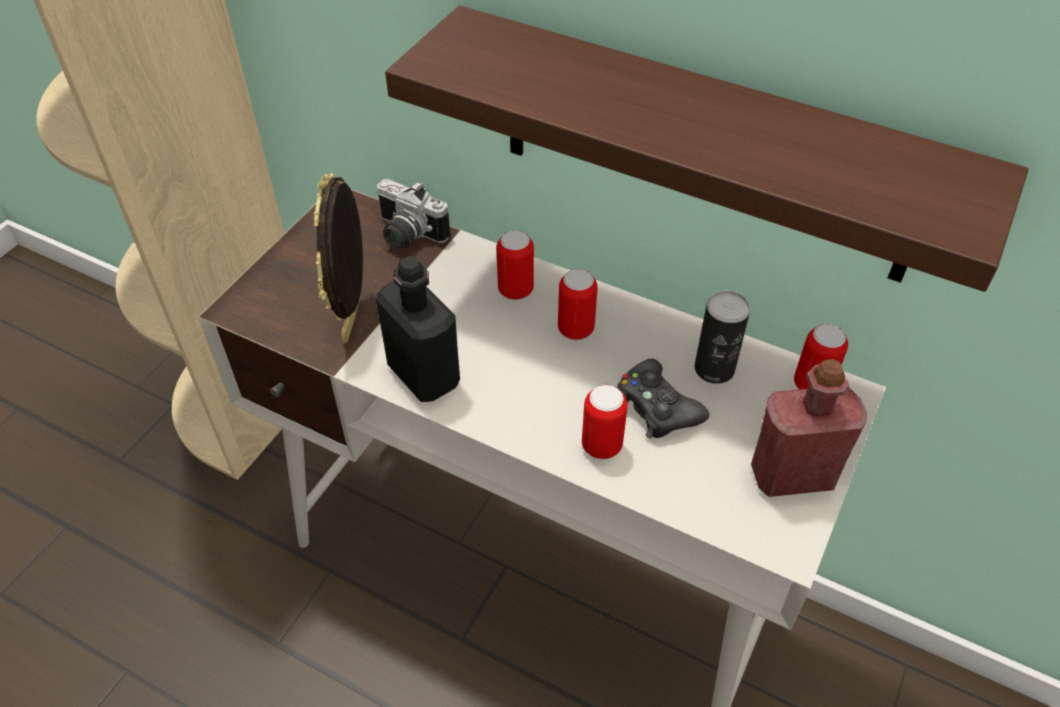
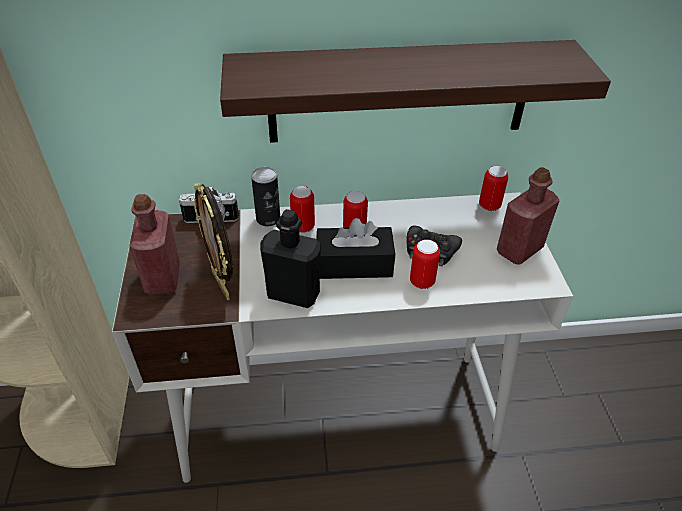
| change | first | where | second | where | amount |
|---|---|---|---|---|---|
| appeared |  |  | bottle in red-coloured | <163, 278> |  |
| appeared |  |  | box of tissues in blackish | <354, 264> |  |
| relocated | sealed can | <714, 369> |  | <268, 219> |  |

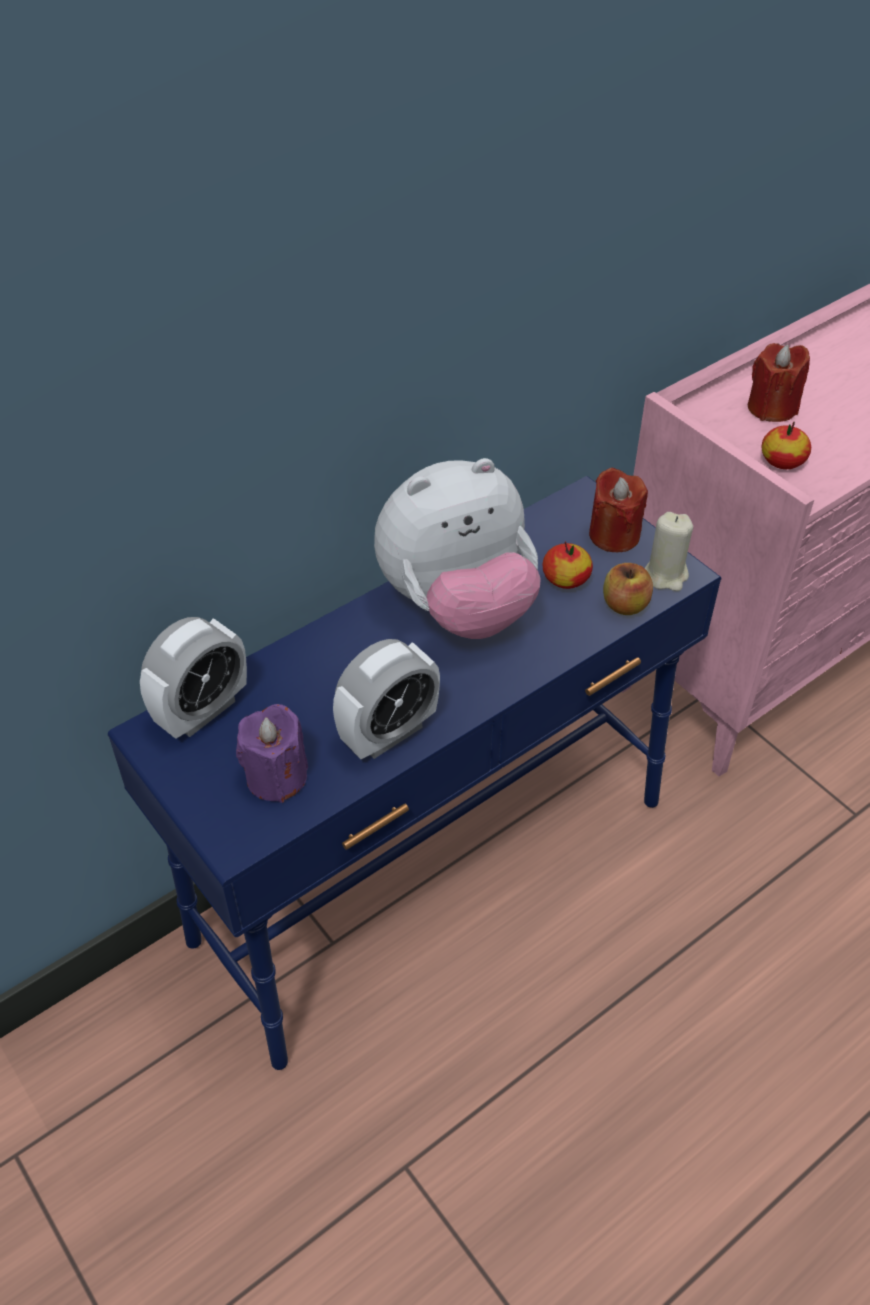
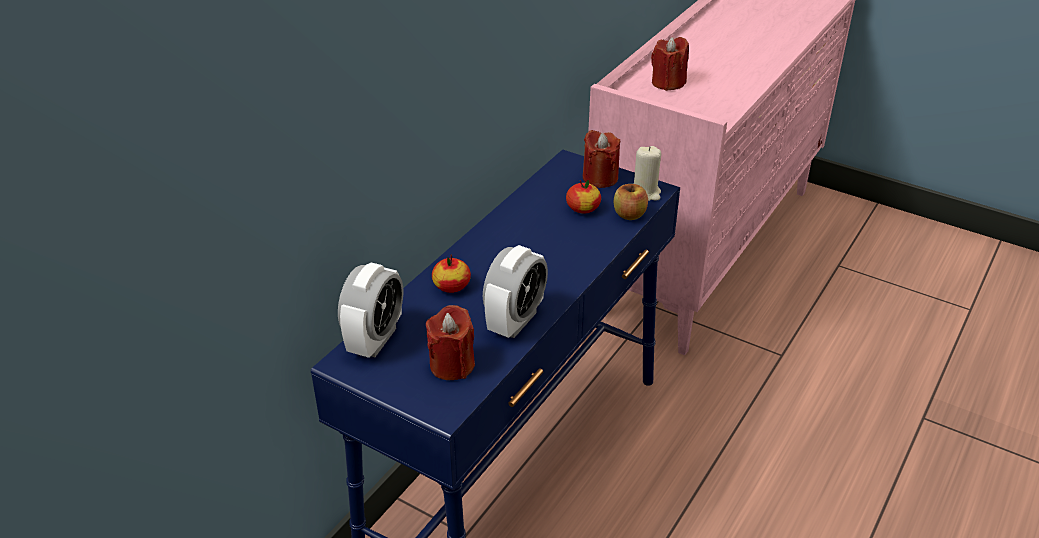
| change | first | where | second | where | amount |
|---|---|---|---|---|---|
| missing | soft toy | <458, 607> |  |  |  |
| relocated | apple | <782, 461> |  | <451, 286> |  |
| colour | wax light in purple-coloured | <276, 777> | wax light in red-coloured | <452, 365> |  |

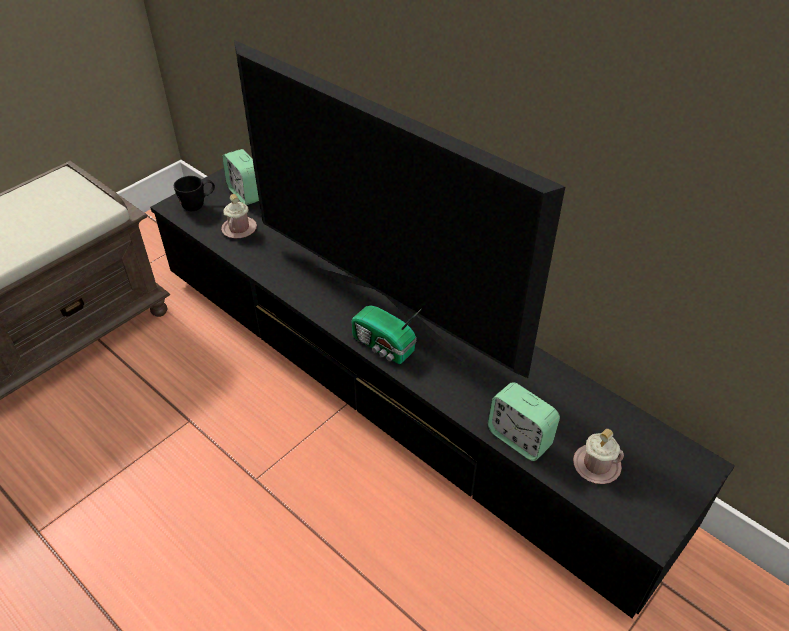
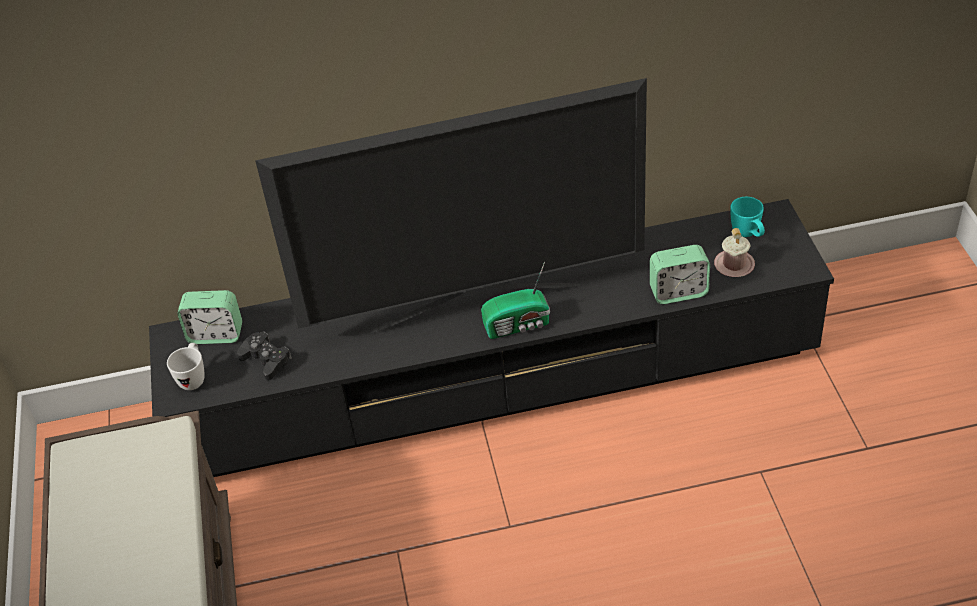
| change | first | where | second | where | amount |
|---|---|---|---|---|---|
| appeared |  |  | coffee mug in blue-green | <748, 235> |  |
| exchanged | coffee mug in pink-coloured | <239, 229> | game controller in blackish | <266, 360> |  |
| colour | coffee mug in blackish | <198, 205> | coffee mug in white | <194, 378> |  |

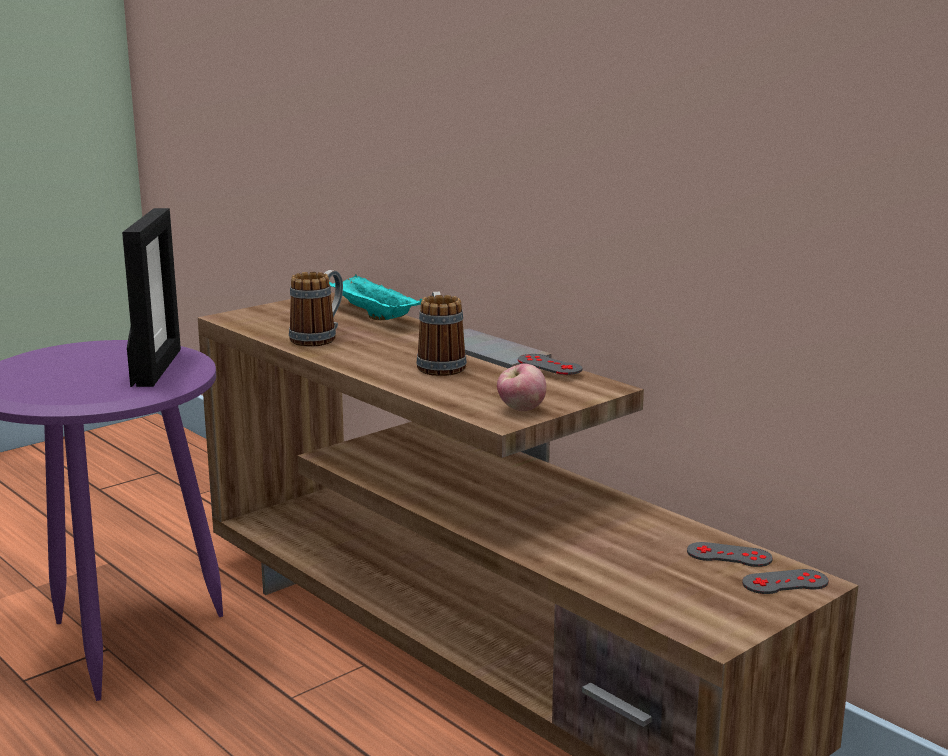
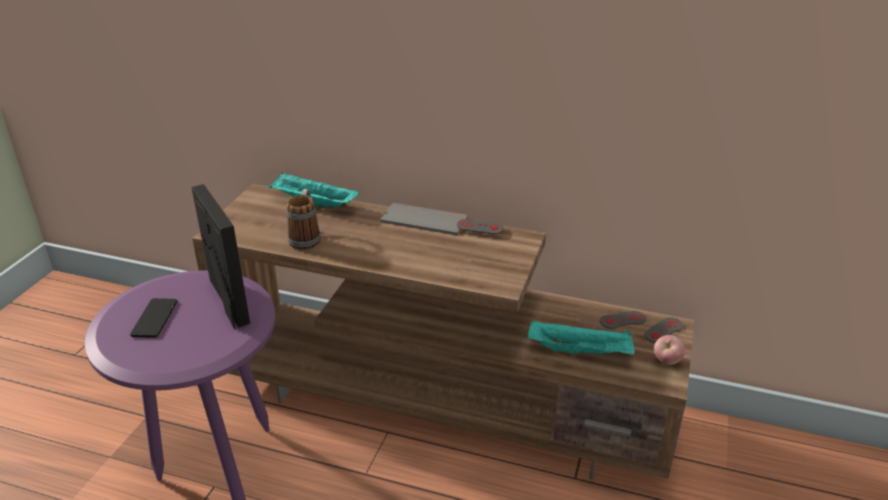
| change | first | where | second | where | amount |
|---|---|---|---|---|---|
| missing | coffee mug | <440, 365> |  |  |  |
| appeared |  |  | handset | <154, 318> |  |
| appeared |  |  | tray in blue-green | <581, 352> |  |
| relocated | apple | <521, 410> |  | <667, 361> |  |

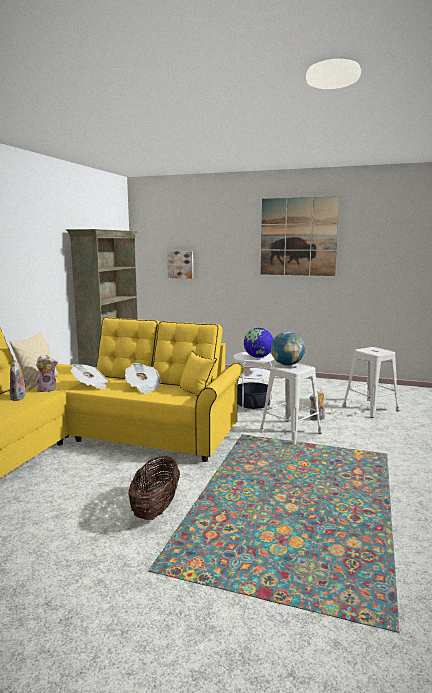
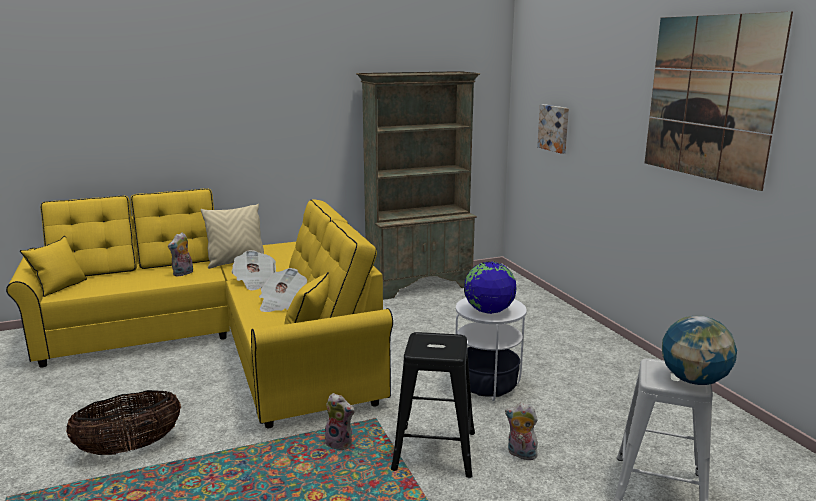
| change | first | where | second | where | amount |
|---|---|---|---|---|---|
| relocated | soft toy | <47, 389> |  | <340, 443> |  |
| relocated | globe | <287, 364> |  | <694, 380> |  |
| colour | stool in white | <290, 432> | stool in blackish | <434, 451> |  |

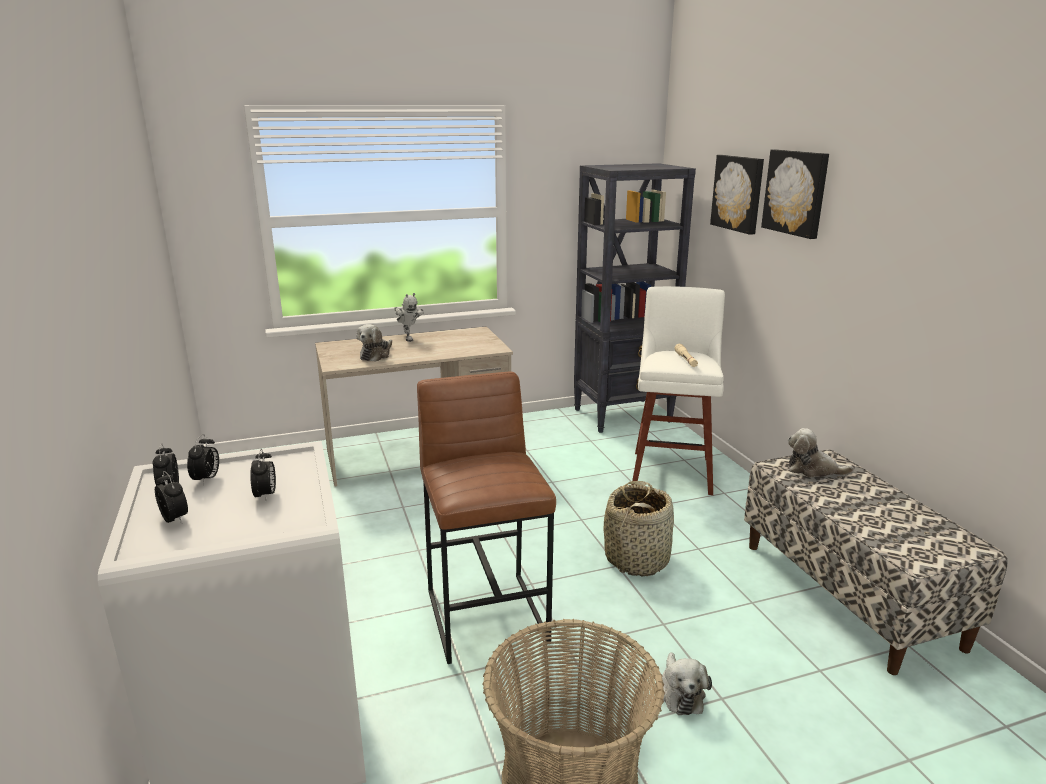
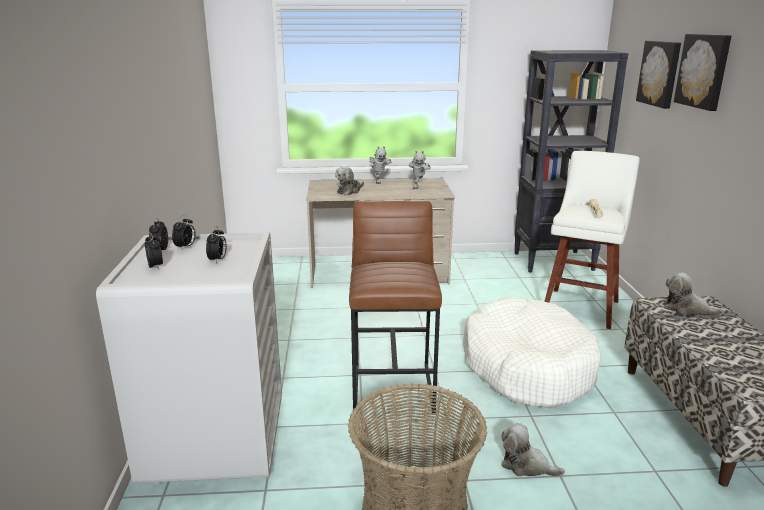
| change | first | where | second | where | amount |
|---|---|---|---|---|---|
| appeared |  |  | toy robot | <418, 187> |  |
| exchanged | storage basket | <637, 558> | dog cushion in white | <526, 366> |  |
| spun | soft toy | <680, 693> |  | <526, 465> | 105 degrees clockwise |

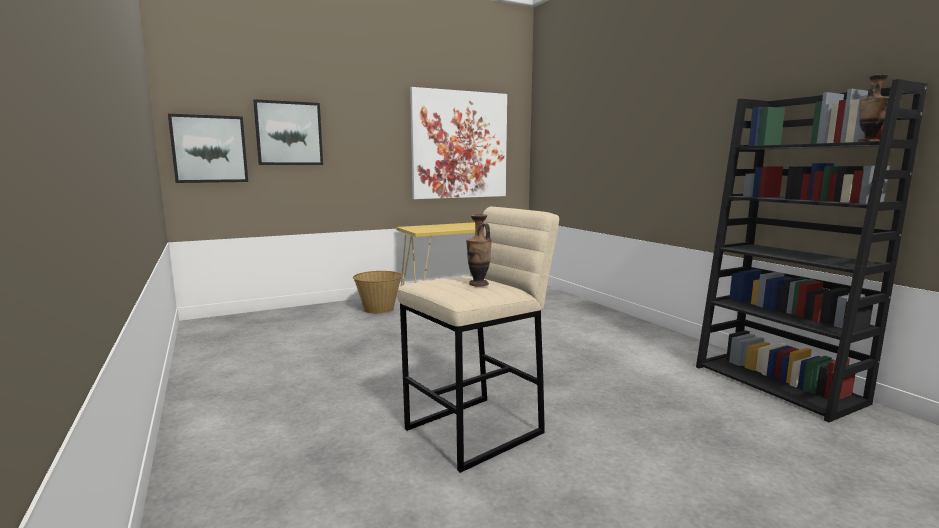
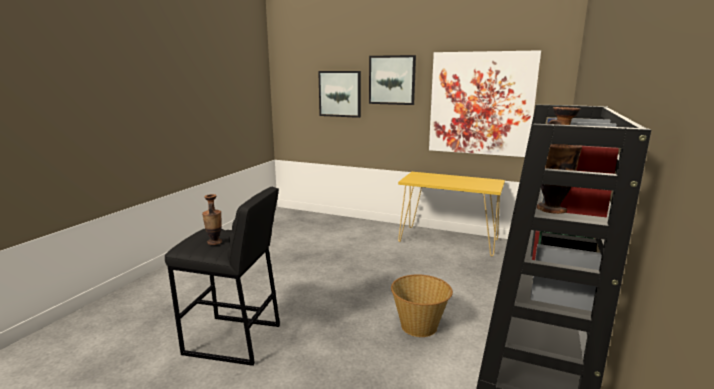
| change | first | where | second | where | amount |
|---|---|---|---|---|---|
| relocated | wall art | <209, 149> |  | <392, 80> |  |
| relocated | storage basket | <379, 309> |  | <419, 326> |  |
| colour | stool in beige-coloured | <476, 430> | stool in blackish | <235, 339> |  |

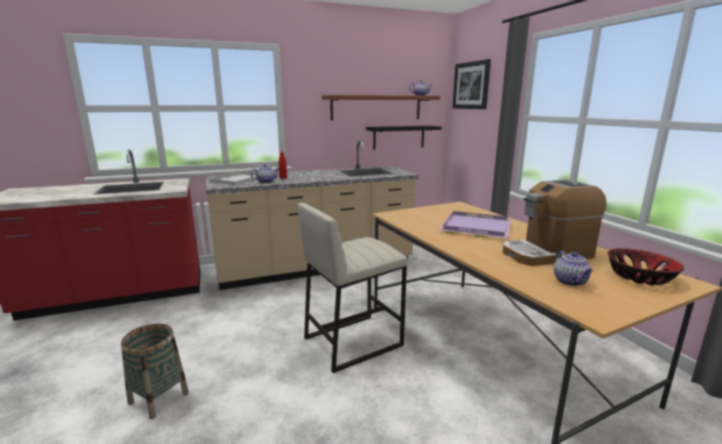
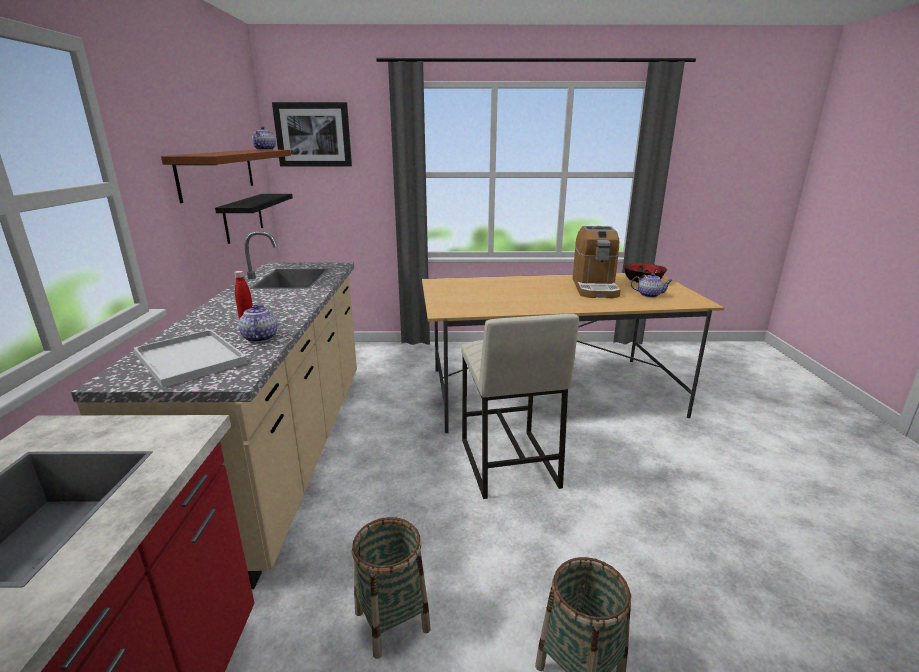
| change | first | where | second | where | amount |
|---|---|---|---|---|---|
| missing | tray in purple-coloured | <474, 228> |  |  |  |
| appeared |  |  | storage basket | <392, 621> |  |

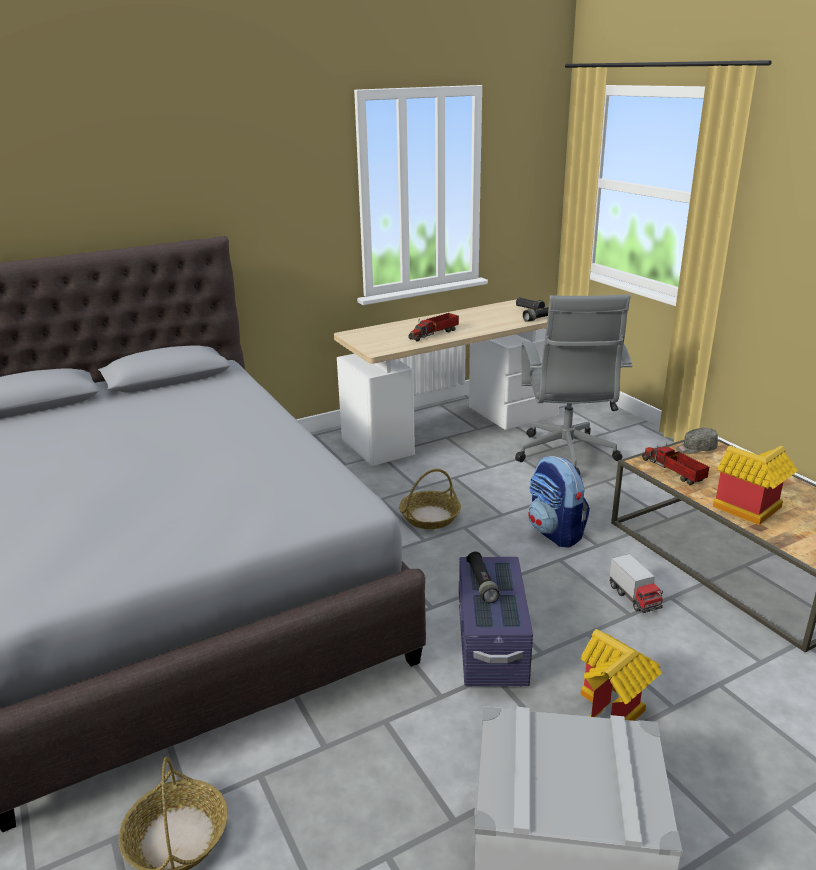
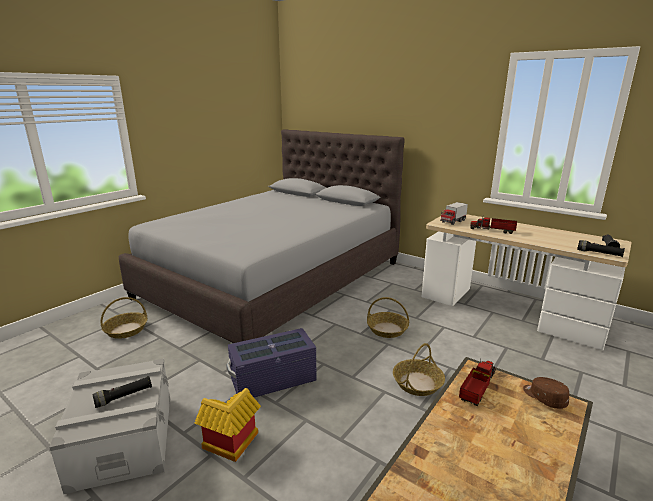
| change | first | where | second | where | amount |
|---|---|---|---|---|---|
| missing | office chair in gray | <566, 456> |  |  |  |
| missing | toy house | <747, 511> |  |  |  |
| relocated | hand torch in blackish | <482, 583> |  | <124, 397> |  |
| relocated | toy lorry | <634, 597> |  | <453, 221> |  |
| exchanged | knapsack | <555, 532> | storage basket | <417, 383> |  |
| colour | cap in gray | <696, 449> | cap in brownish | <544, 398> |  |

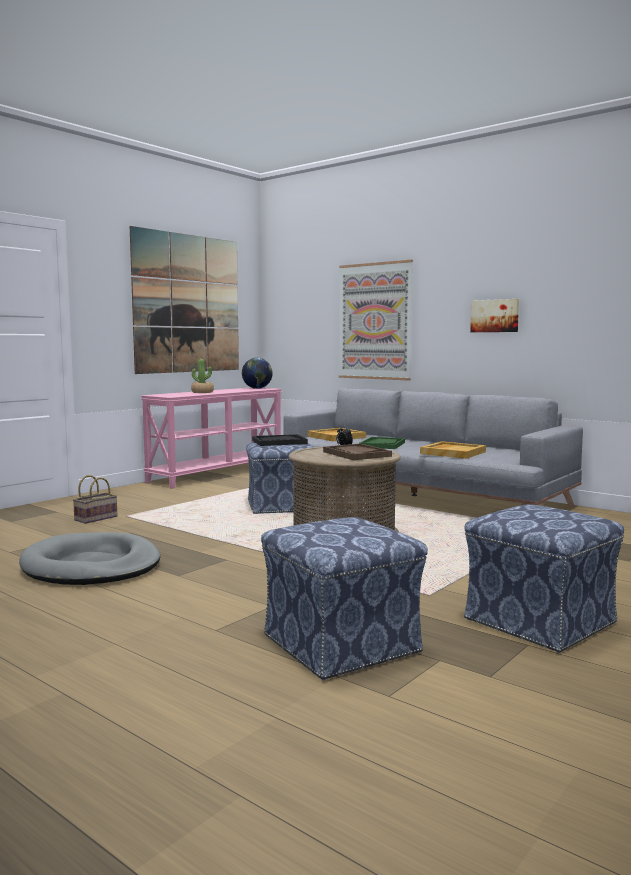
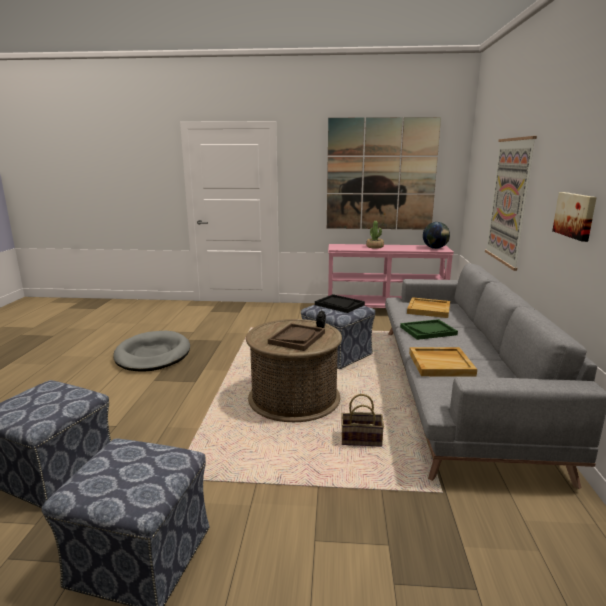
| change | first | where | second | where | amount |
|---|---|---|---|---|---|
| relocated | storage basket | <96, 518> |  | <362, 439> |  |

